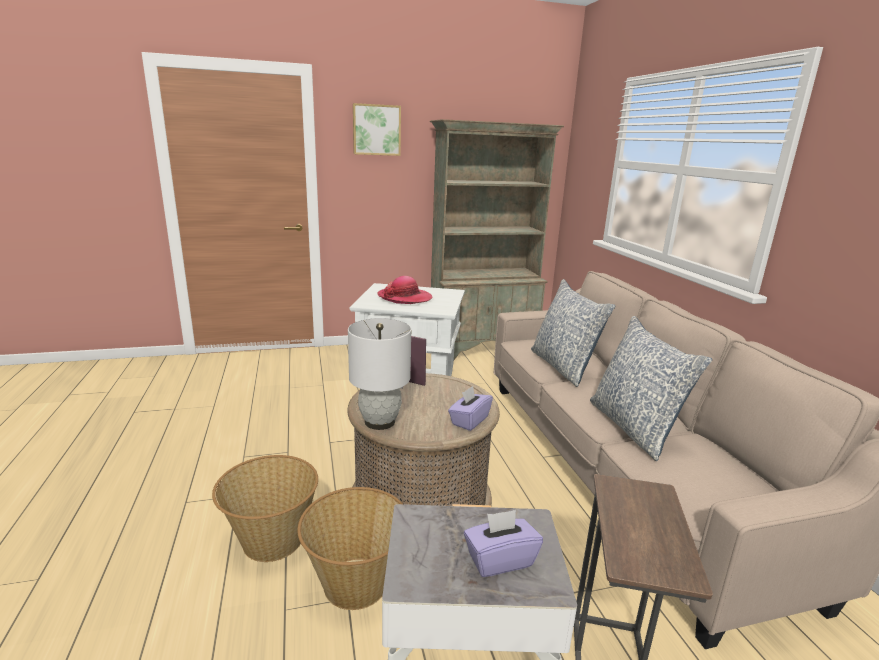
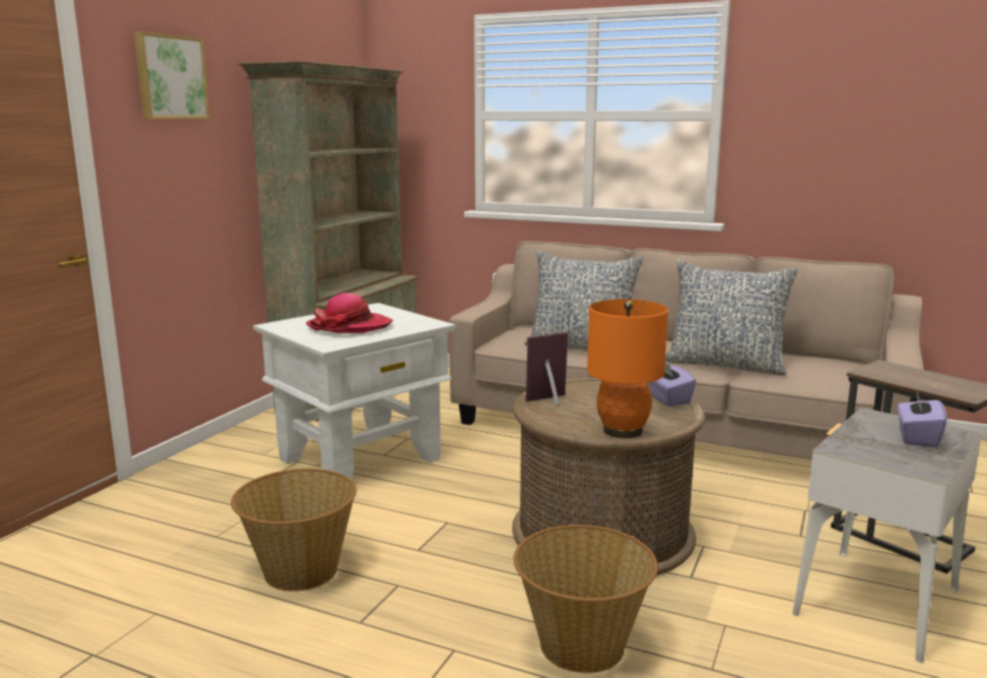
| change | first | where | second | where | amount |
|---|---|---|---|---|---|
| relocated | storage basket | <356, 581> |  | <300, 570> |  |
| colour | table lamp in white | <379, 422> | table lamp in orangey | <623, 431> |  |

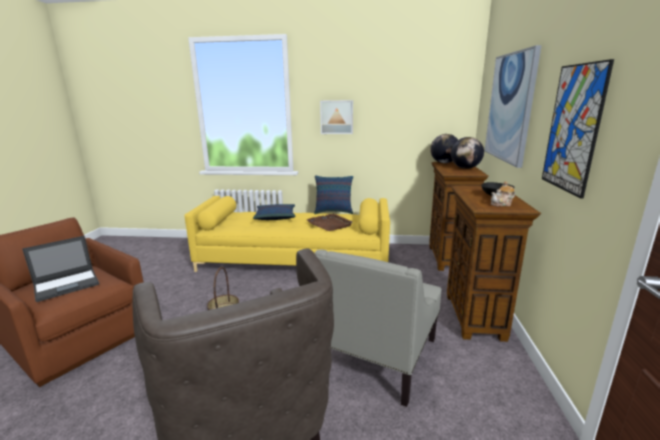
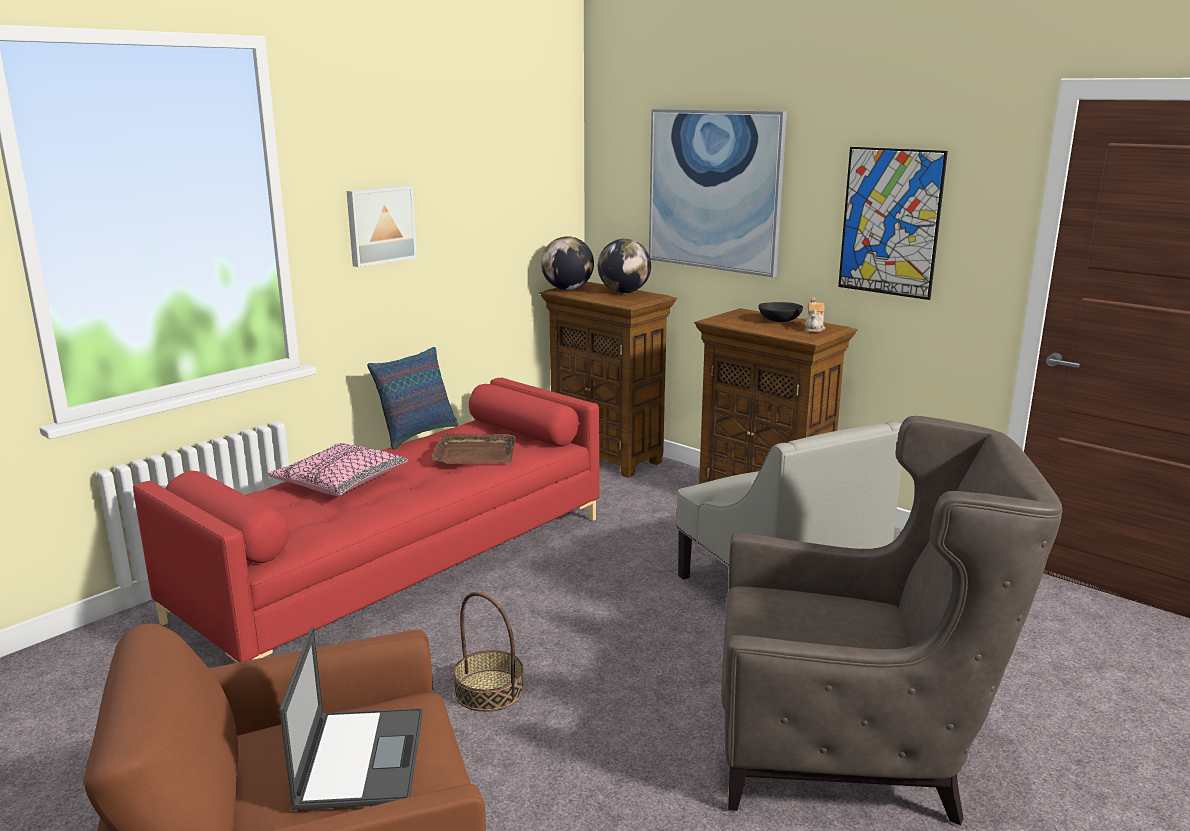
| change | first | where | second | where | amount |
|---|---|---|---|---|---|
| colour | settee in yellowish | <295, 260> | settee in red-coloured | <401, 565> |  |
| colour | throw pillow in blue-coloured | <275, 217> | throw pillow in pink-coloured | <340, 482> |  |

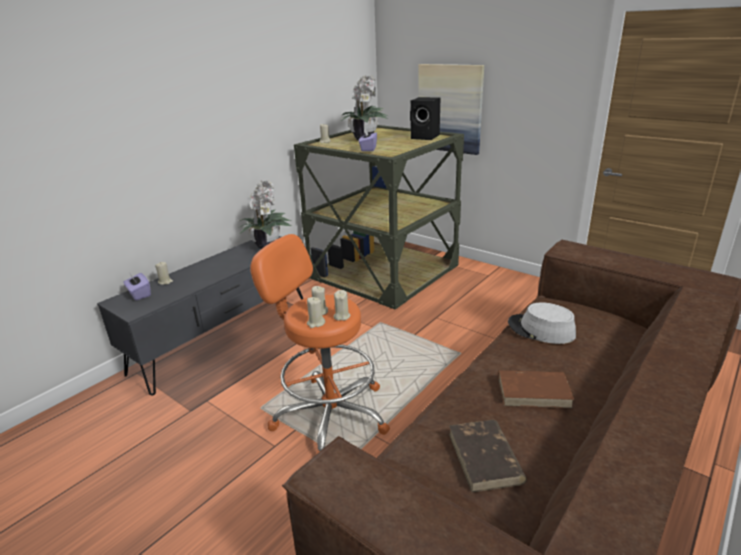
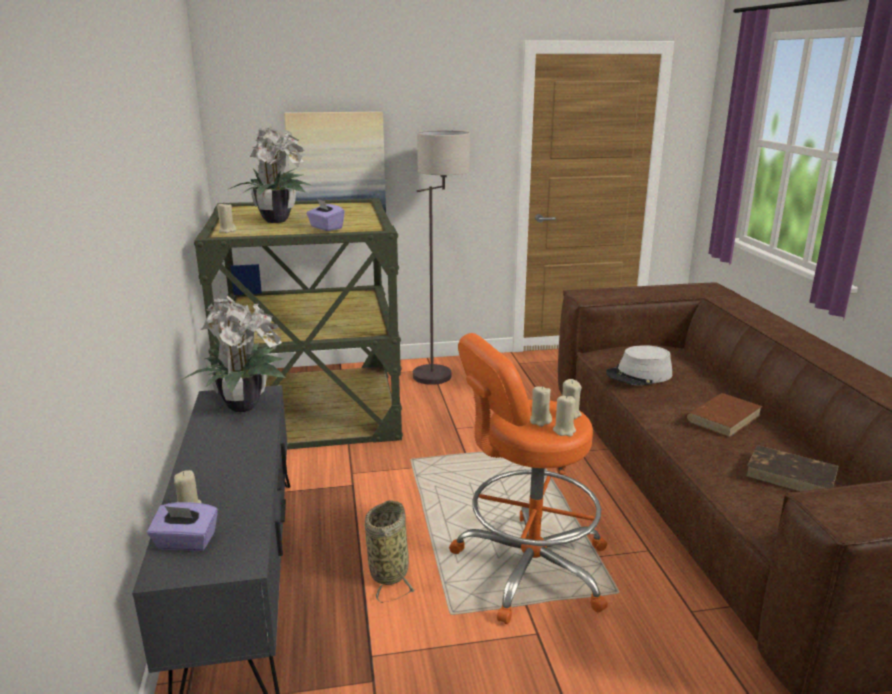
| change | first | where | second | where | amount |
|---|---|---|---|---|---|
| missing | audio speaker in blackish | <426, 137> |  |  |  |
| appeared |  |  | storage basket | <389, 571> |  |
| appeared |  |  | floor lamp in gray | <439, 372> |  |

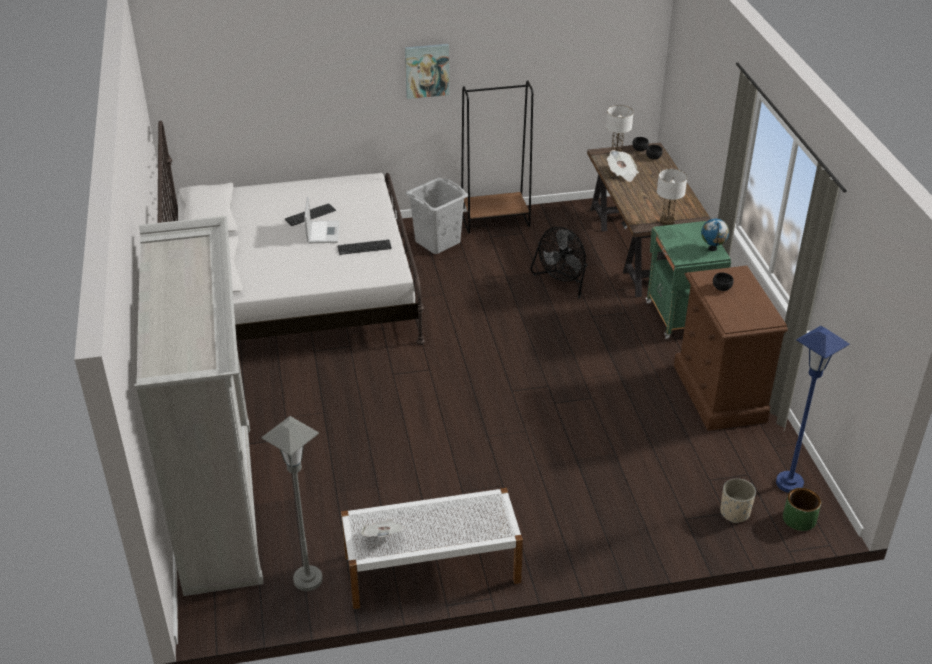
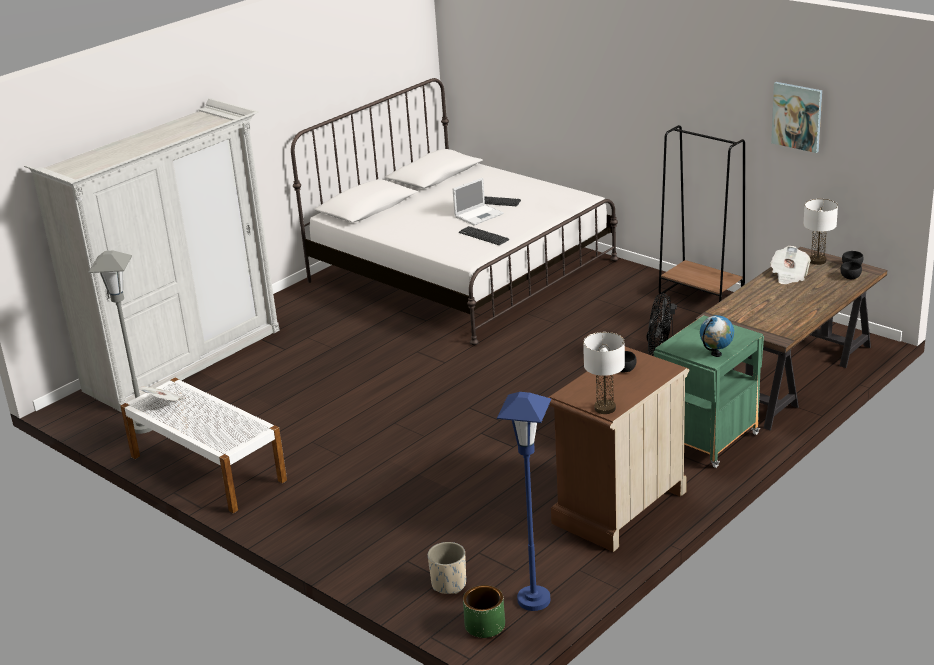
| change | first | where | second | where | amount |
|---|---|---|---|---|---|
| missing | hamper in gray | <438, 242> |  |  |  |
| relocated | wall art | <427, 70> |  | <797, 116> |  |
| relocated | table lamp | <667, 221> |  | <605, 408> |  |

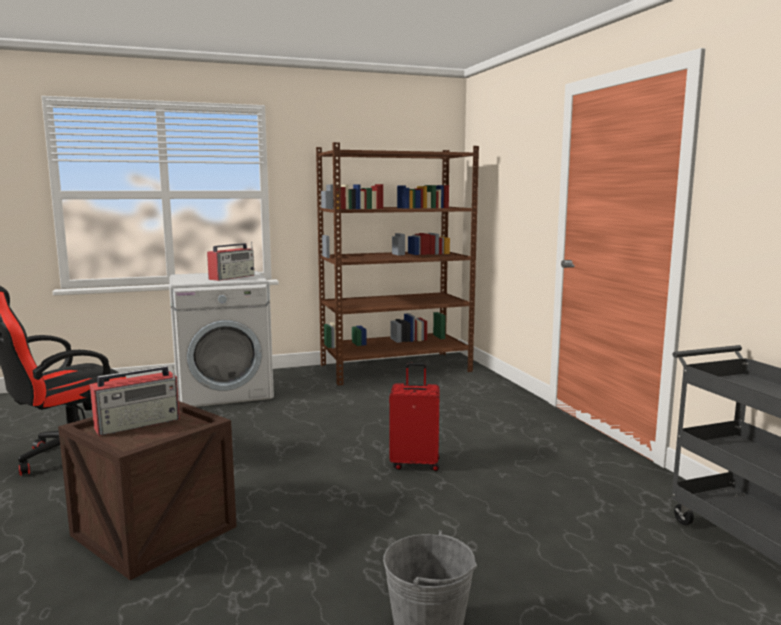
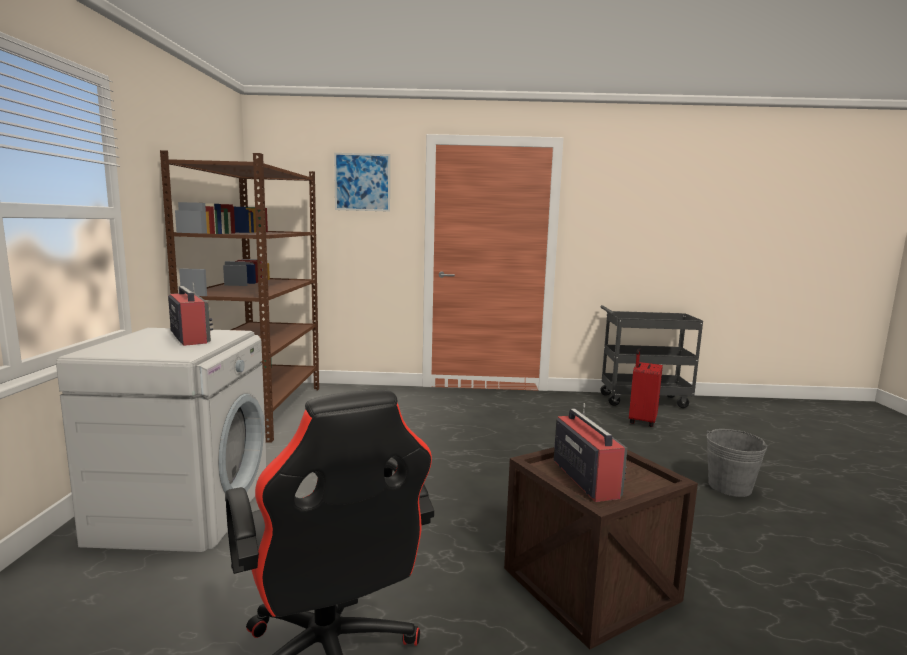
| change | first | where | second | where | amount |
|---|---|---|---|---|---|
| appeared |  |  | wall art | <362, 182> |  |
| relocated | suitcase in red-coloured | <415, 463> |  | <641, 421> |  |

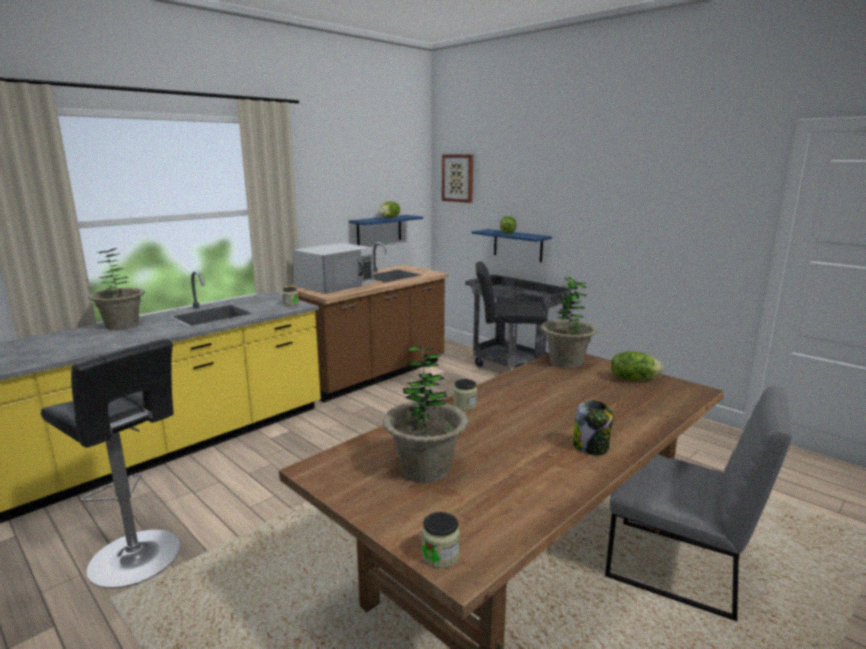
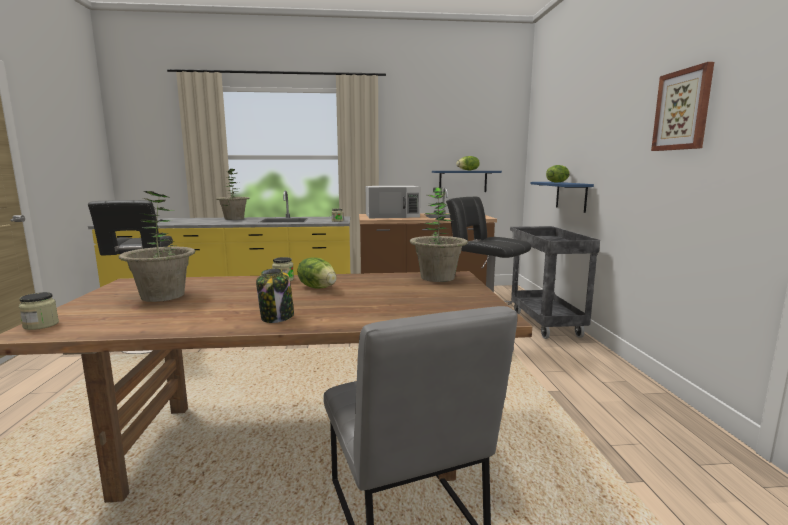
| change | first | where | second | where | amount |
|---|---|---|---|---|---|
| relocated | wall art | <458, 178> |  | <683, 110> |  |
| relocated | head of lettuce | <633, 379> |  | <318, 287> |  |

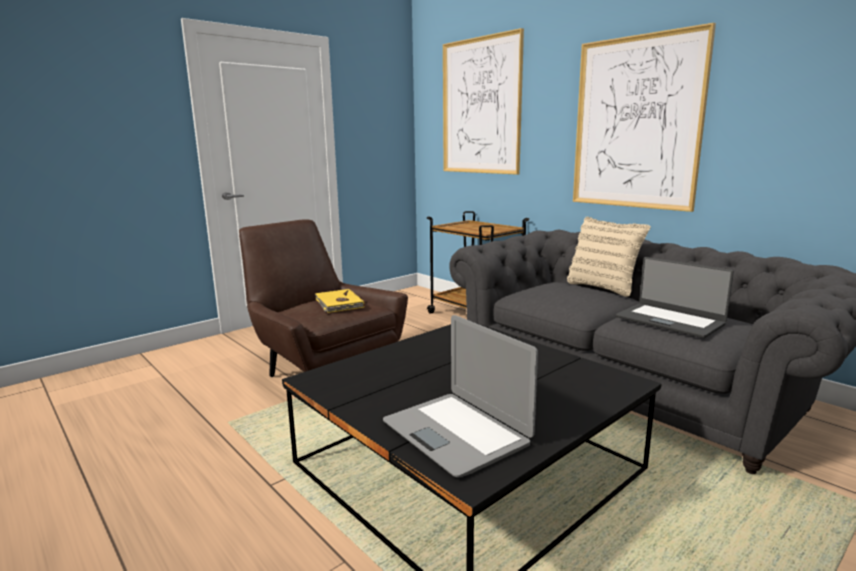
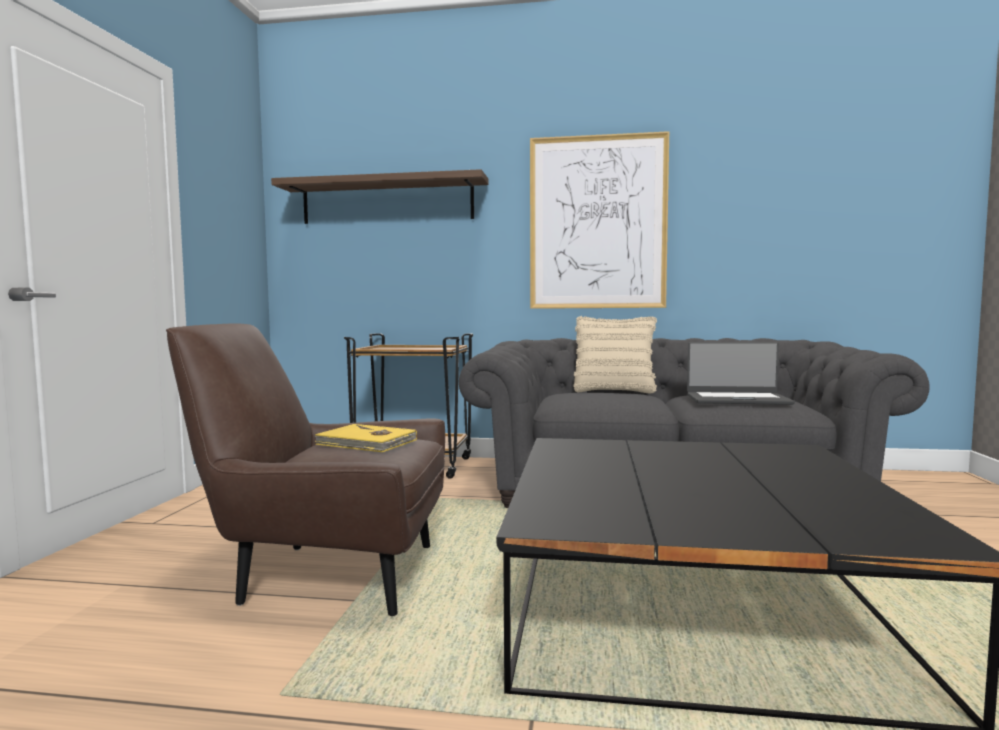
| change | first | where | second | where | amount |
|---|---|---|---|---|---|
| missing | portable computer | <456, 433> |  |  |  |
| exchanged | wall art | <481, 107> | shelf | <387, 201> |  |

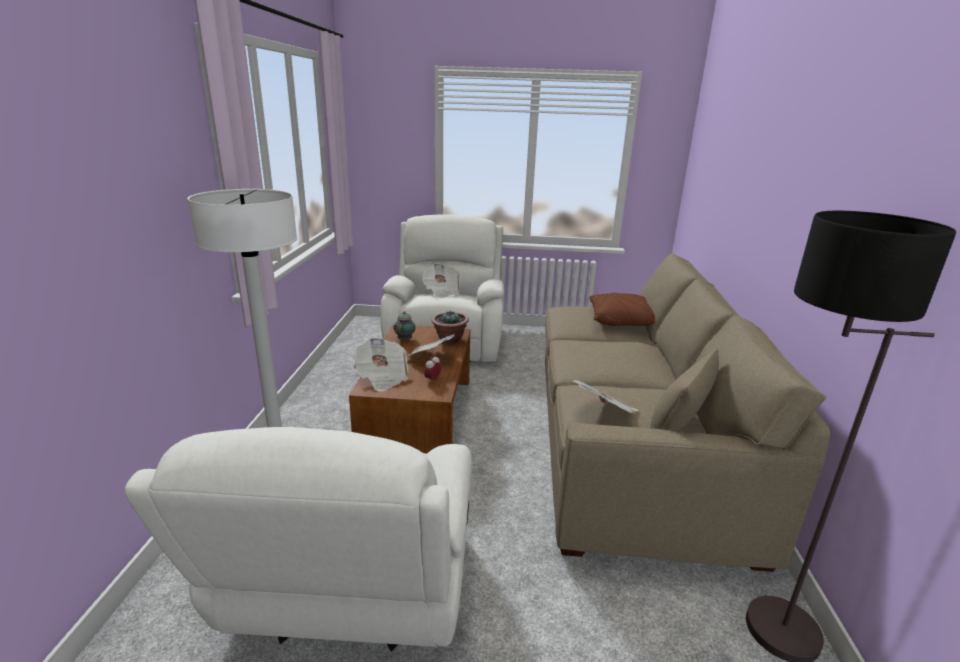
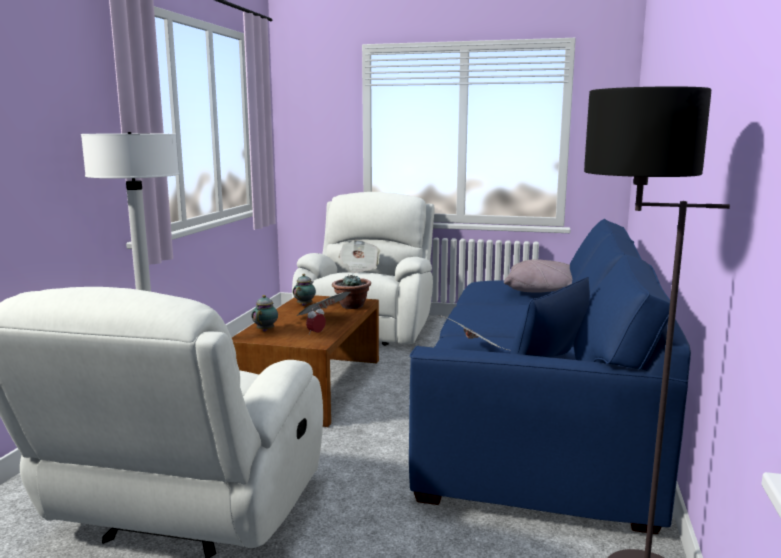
| change | first | where | second | where | amount |
|---|---|---|---|---|---|
| exchanged | printed paper | <382, 377> | pot for tea | <266, 330> |  |
| colour | settee in beige-coloured | <629, 442> | settee in blue-coloured | <538, 417> |  |
| colour | throw pillow in brownish | <622, 321> | throw pillow in purple-coloured | <543, 290> |  |

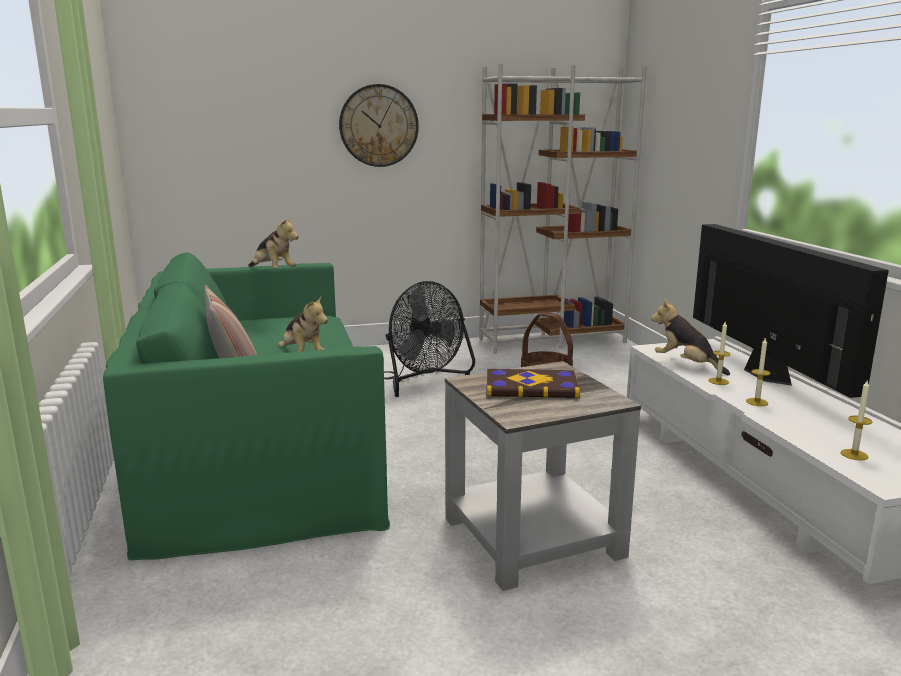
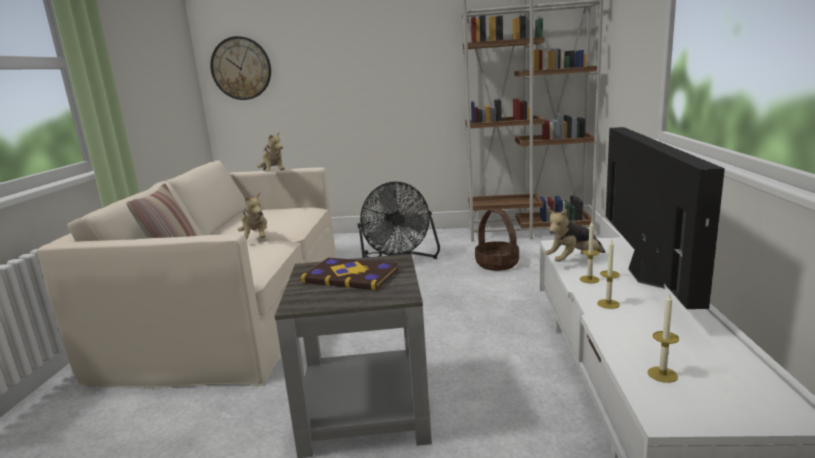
| change | first | where | second | where | amount |
|---|---|---|---|---|---|
| relocated | wall clock | <378, 126> |  | <241, 68> |  |
| colour | settee in green | <260, 448> | settee in beige-coloured | <237, 307> |  |
| spun | soft toy | <686, 365> |  | <574, 261> | 90 degrees counterclockwise |

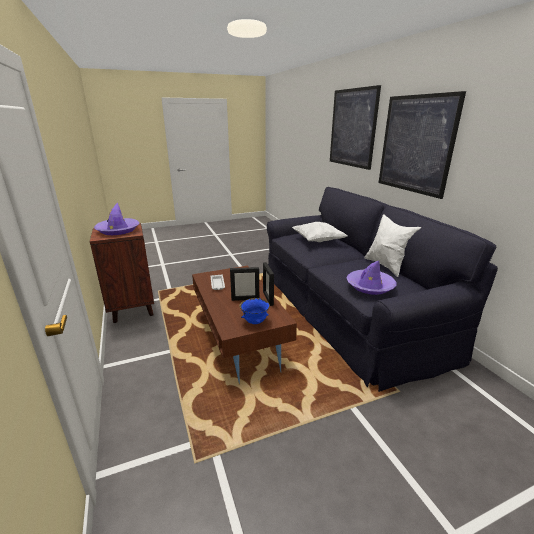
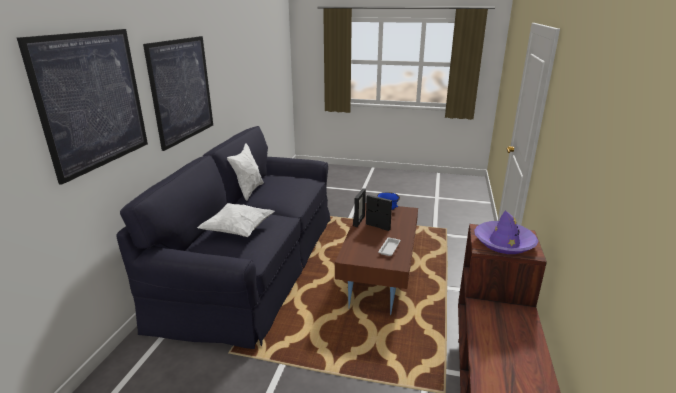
| change | first | where | second | where | amount |
|---|---|---|---|---|---|
| missing | clothing hat in purple-coloured | <370, 286> |  |  |  |

